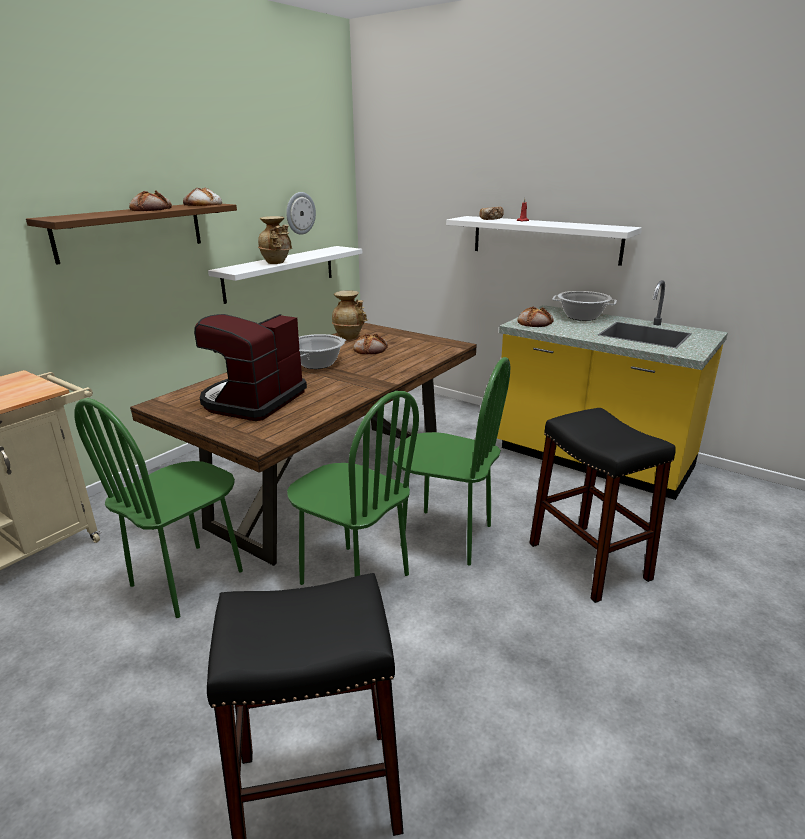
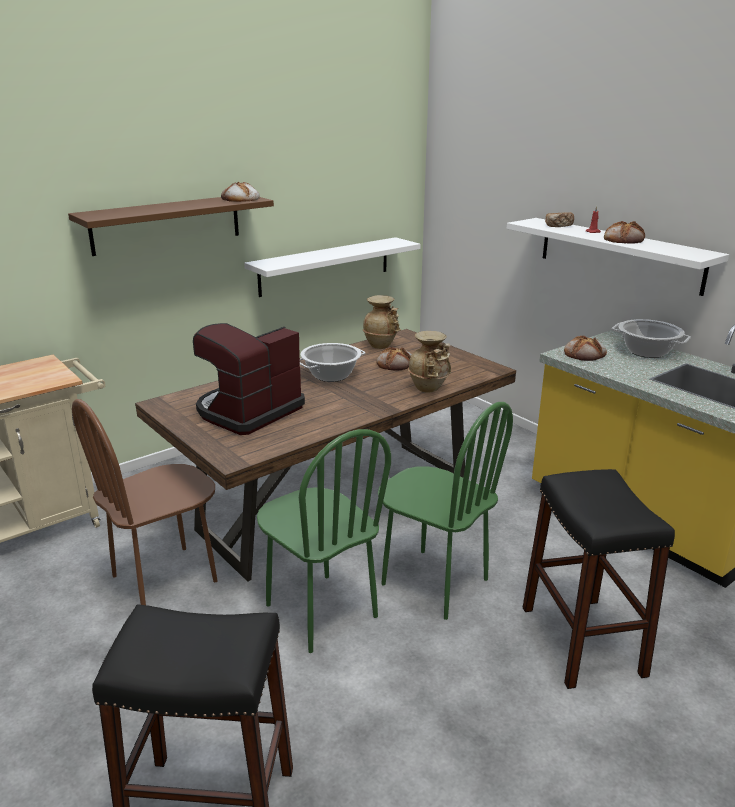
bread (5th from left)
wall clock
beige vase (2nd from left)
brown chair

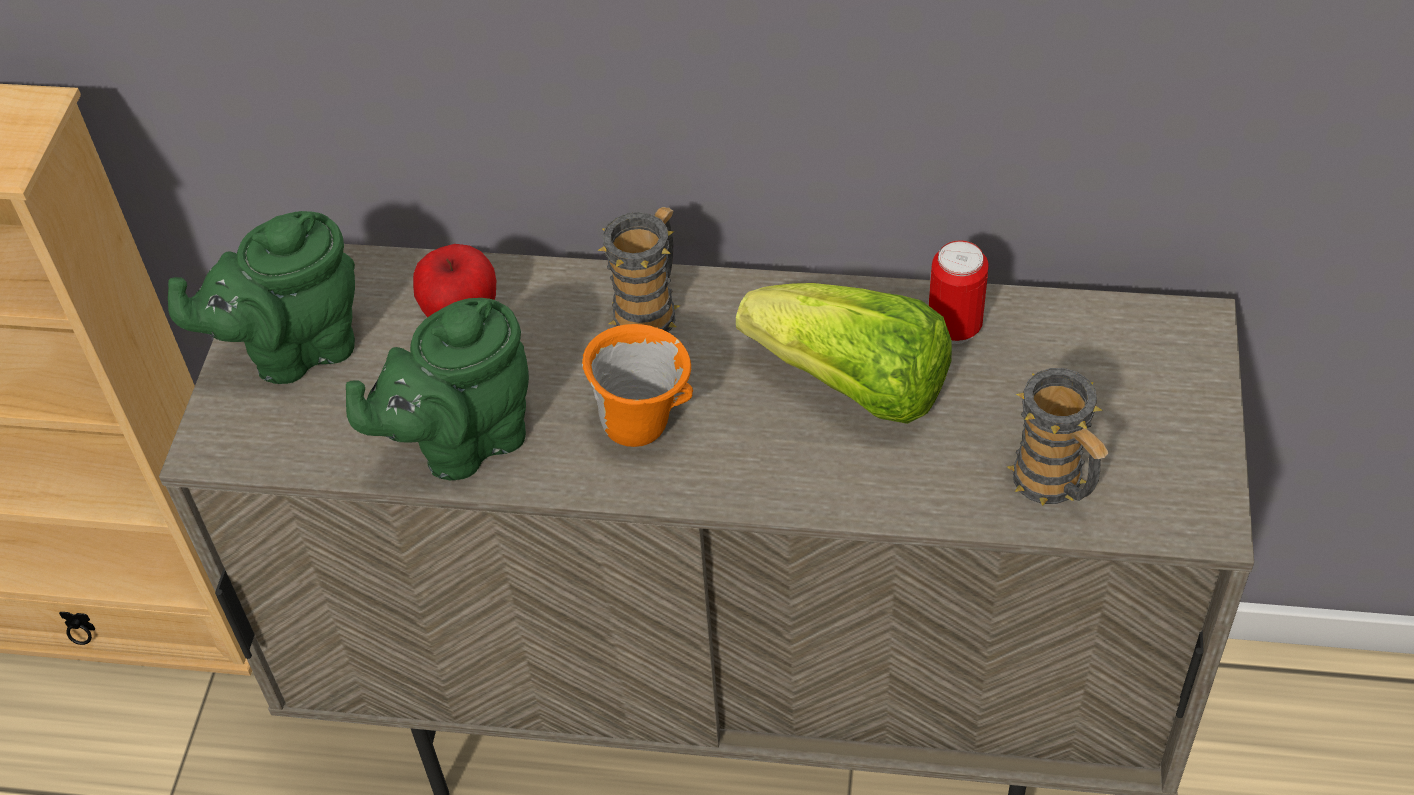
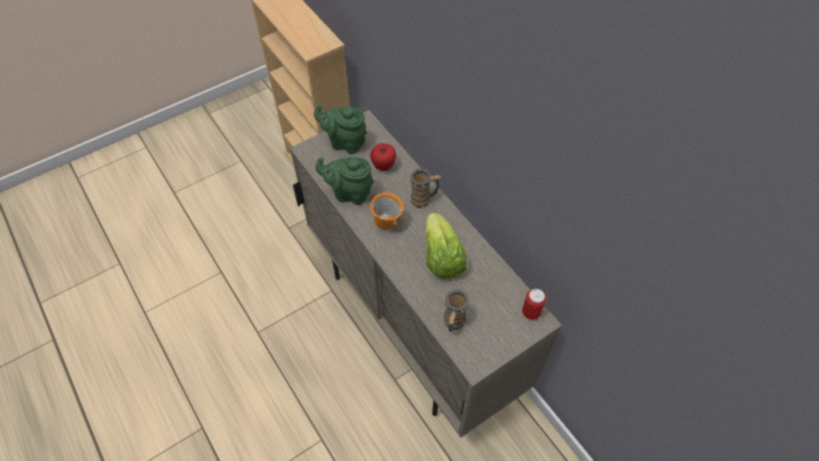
can

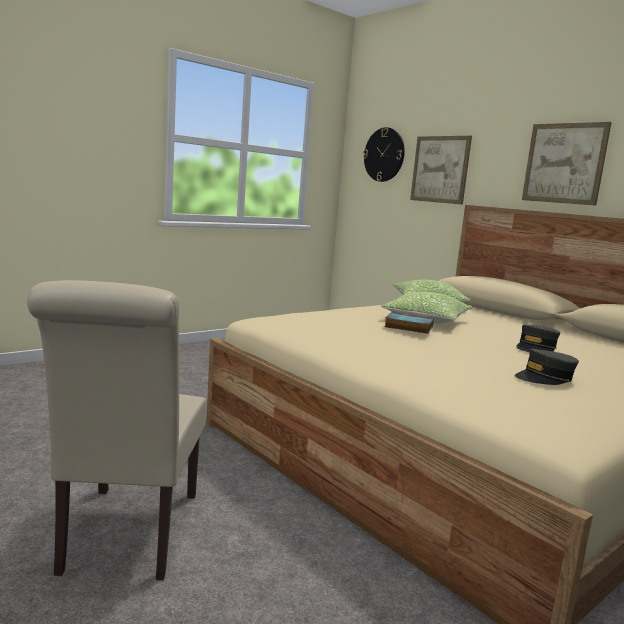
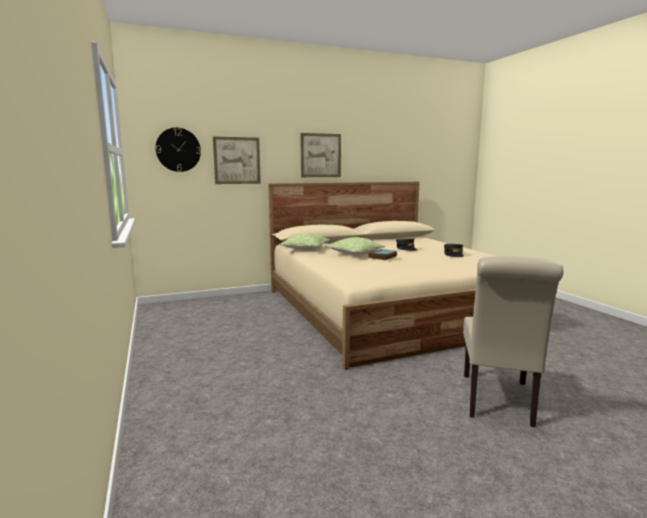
beige chair

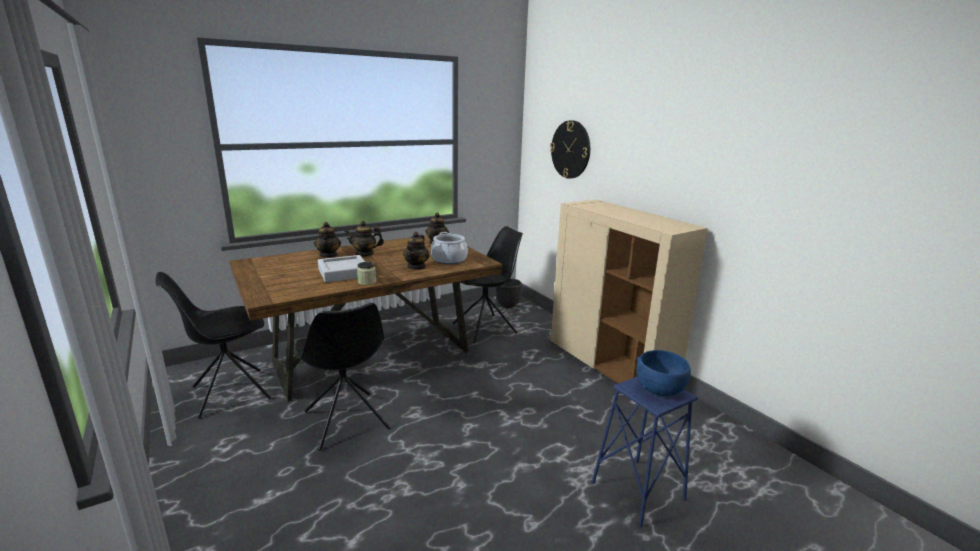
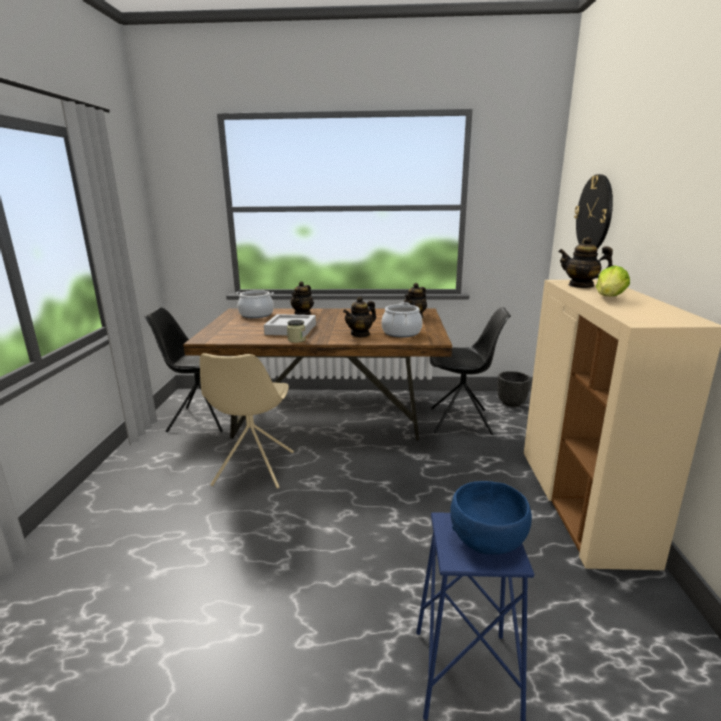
teapot (4th from left)
beige chair
lettuce
cooking pot (1st from left)

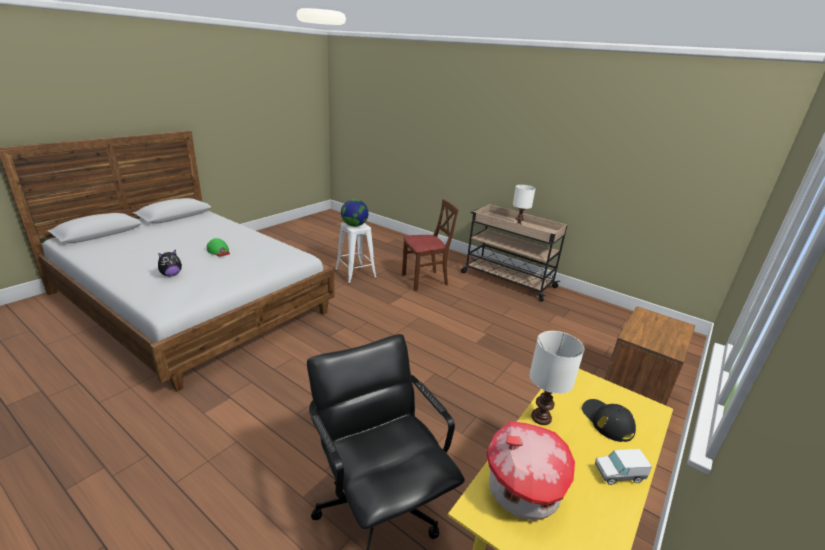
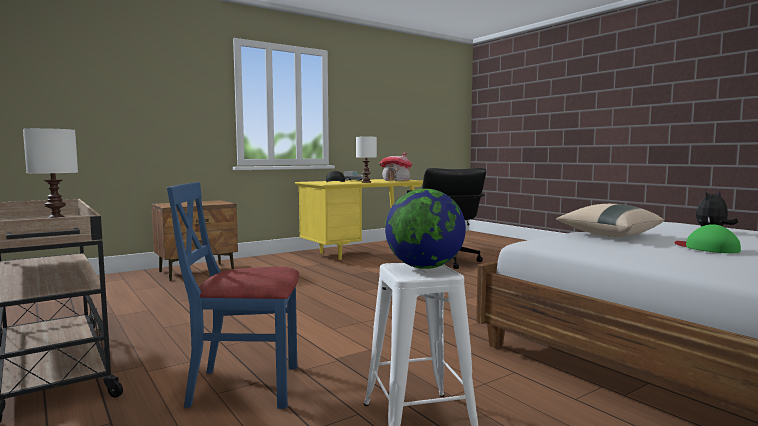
blue chair
beige pillow

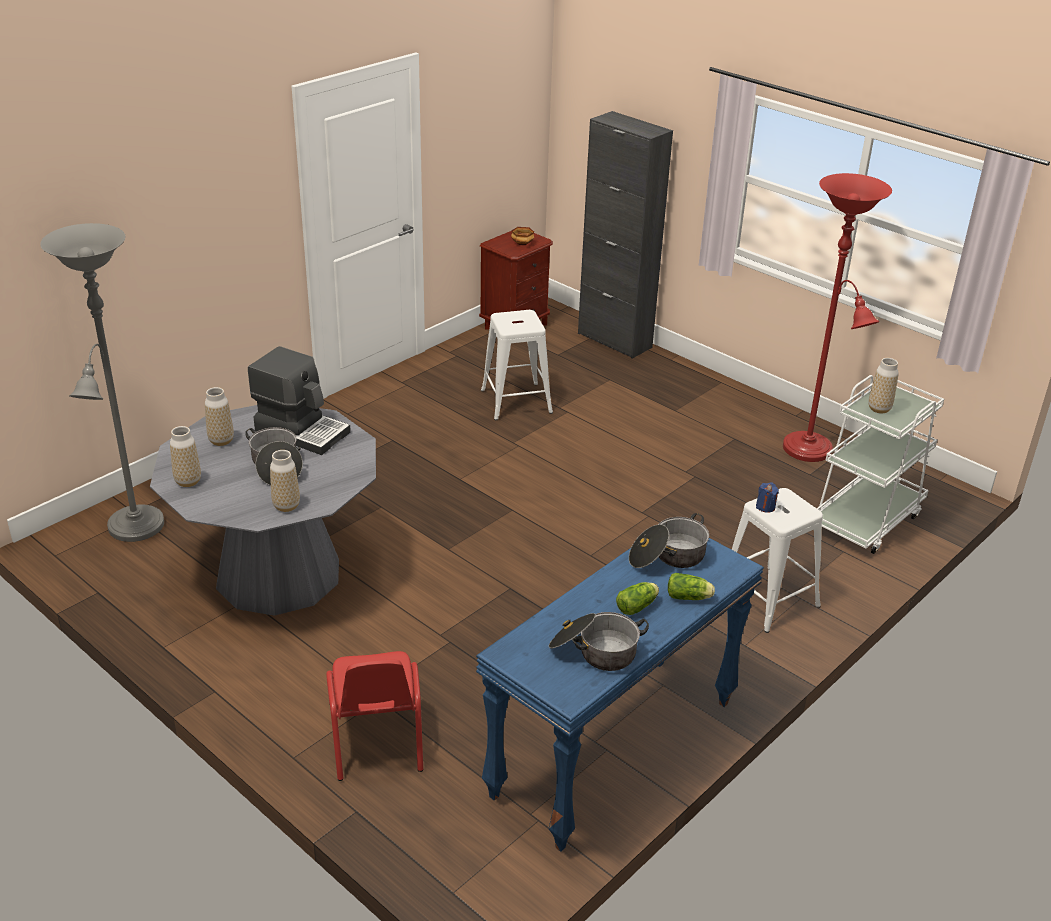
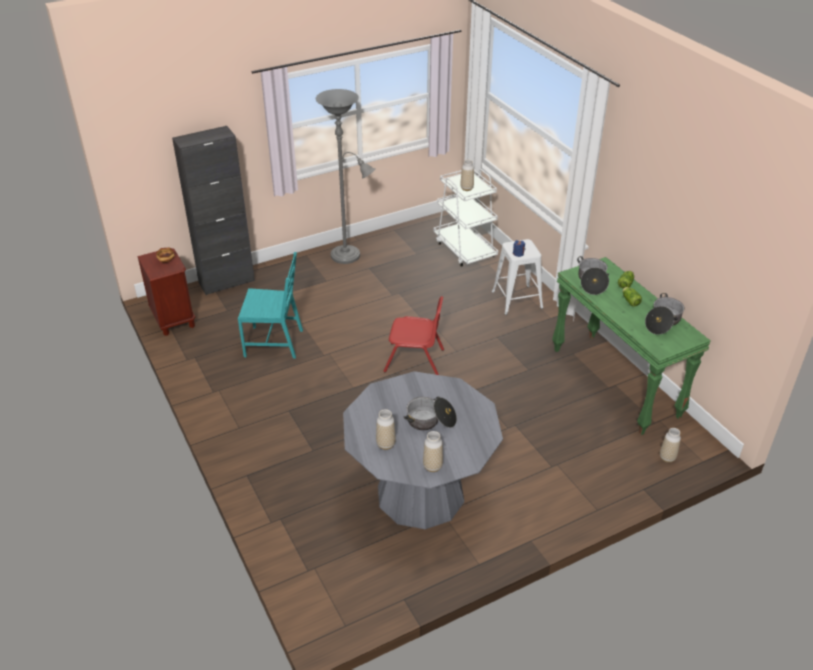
red floor lamp
grey floor lamp
turquoise chair
coffee machine
vase (4th from left)
green console table
red chair

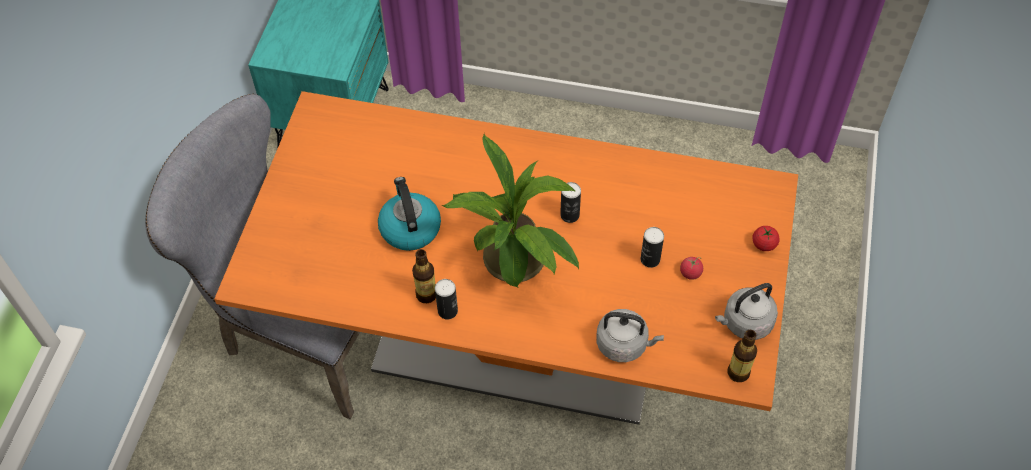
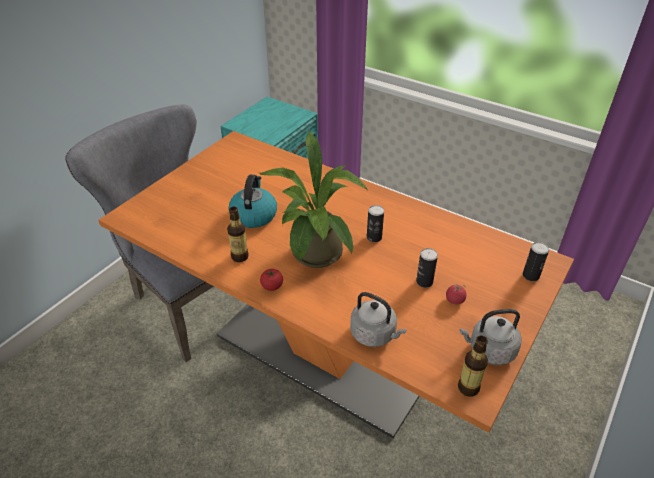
tomato (1st from left)
can (3rd from left)

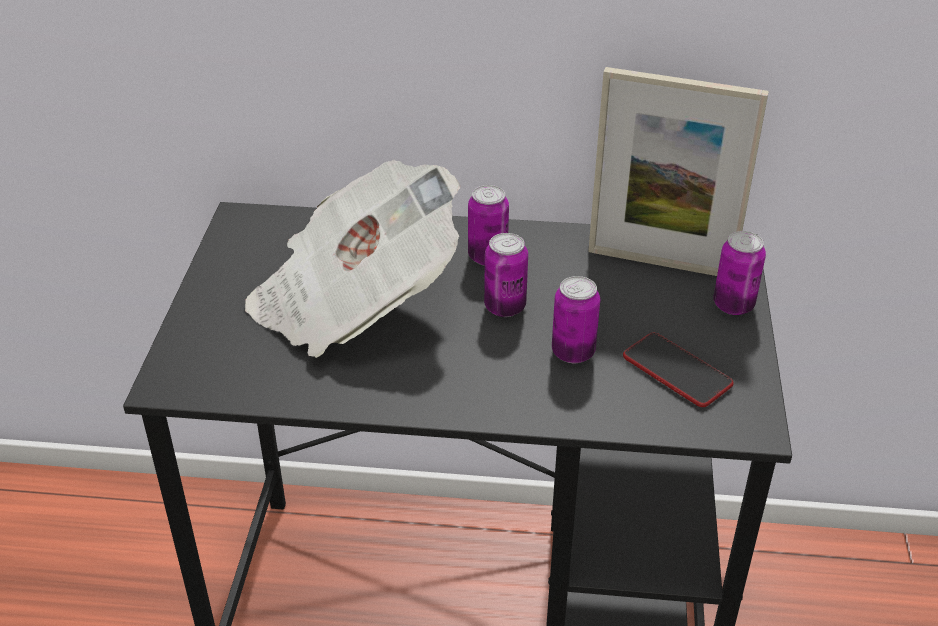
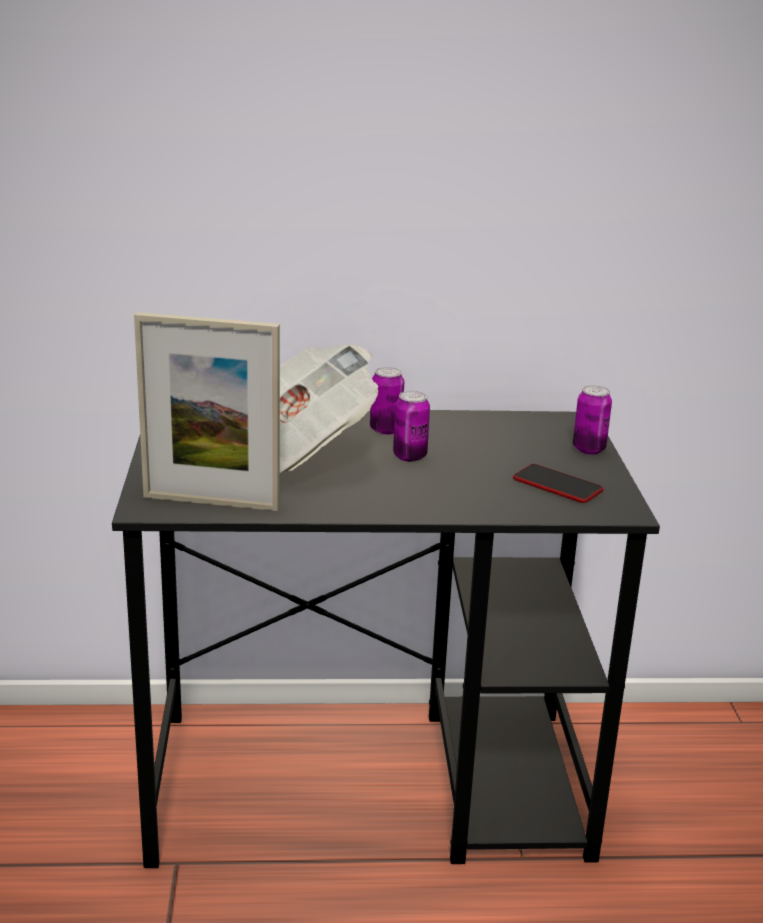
picture frame
can (3rd from left in the first image)

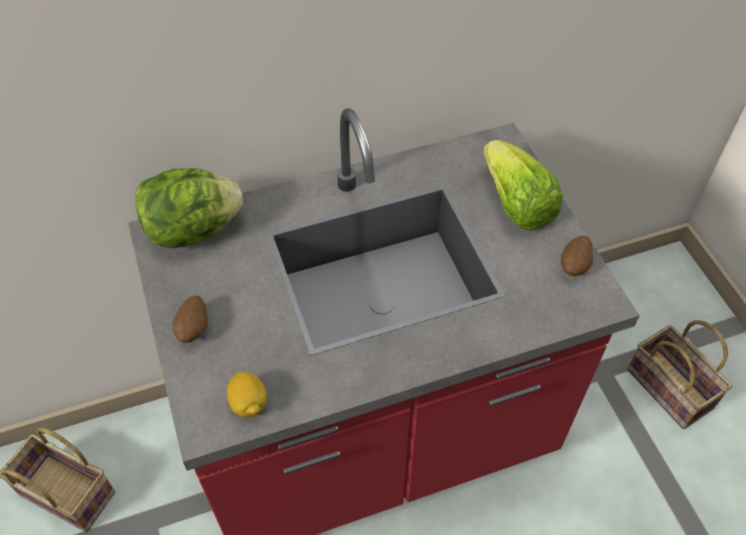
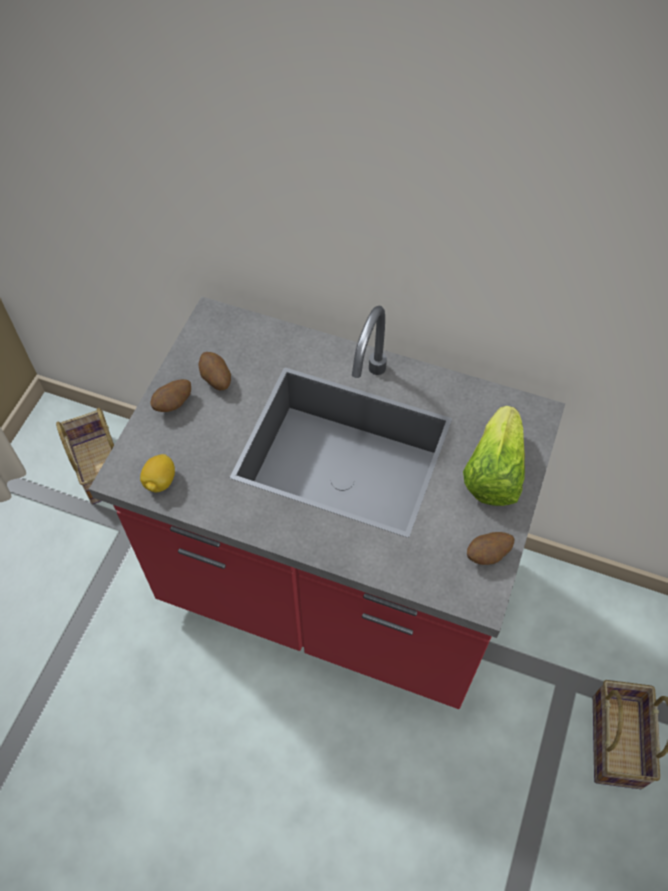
lettuce (1st from left in the first image)
potato (2nd from left)

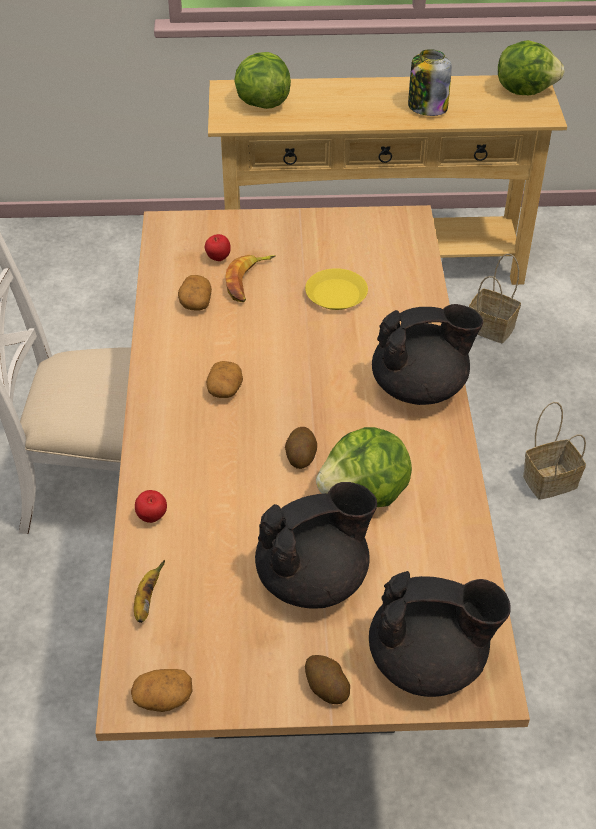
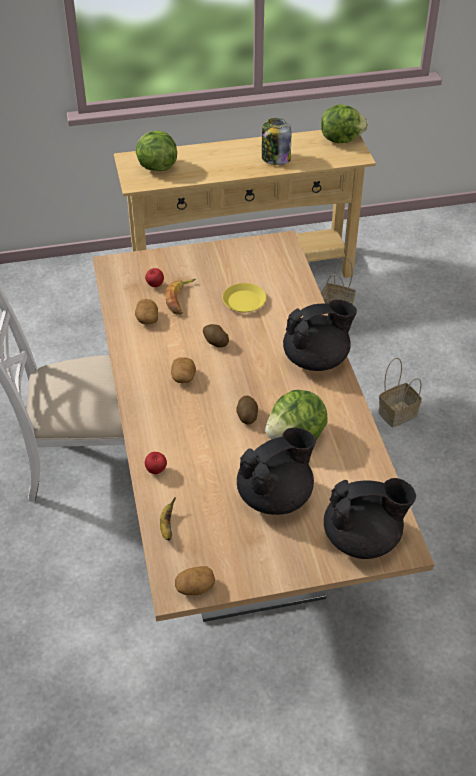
potato (4th from left)

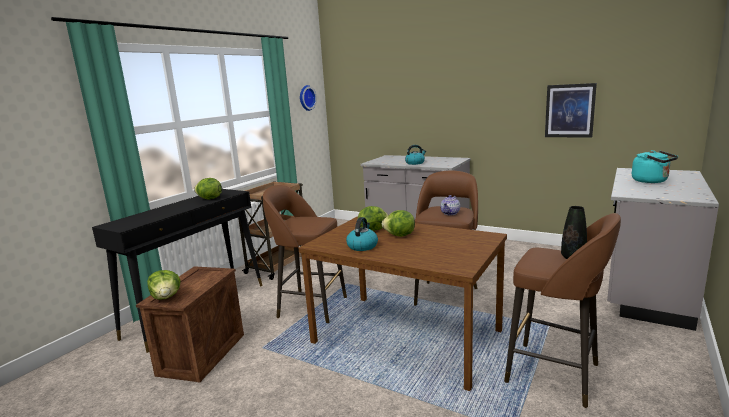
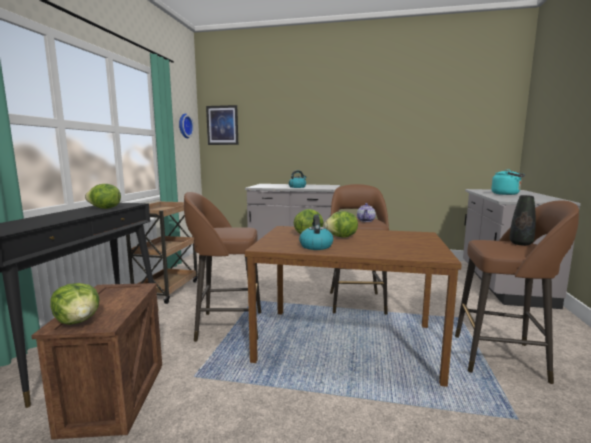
picture

